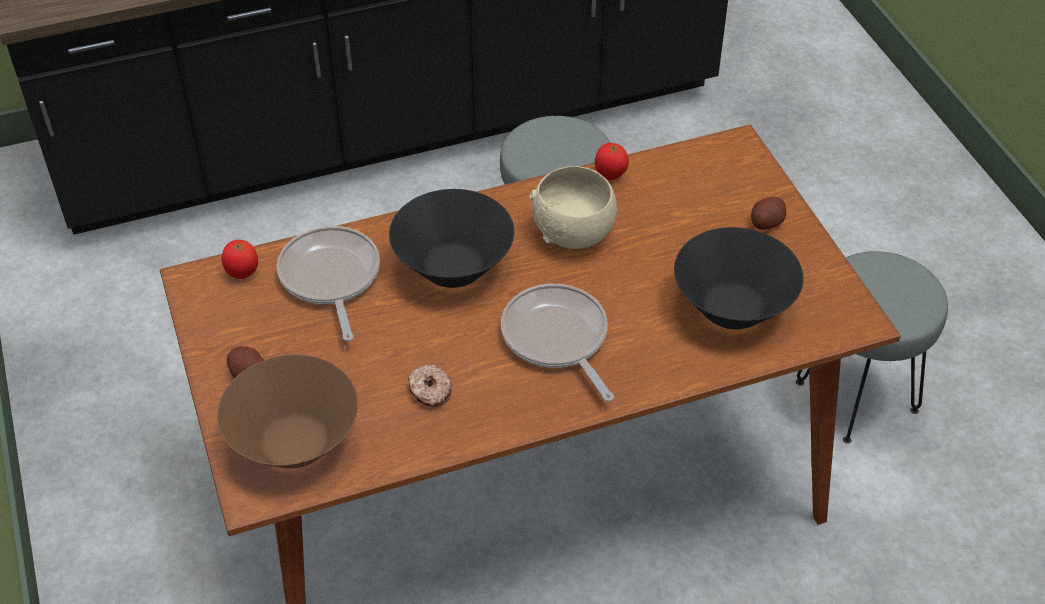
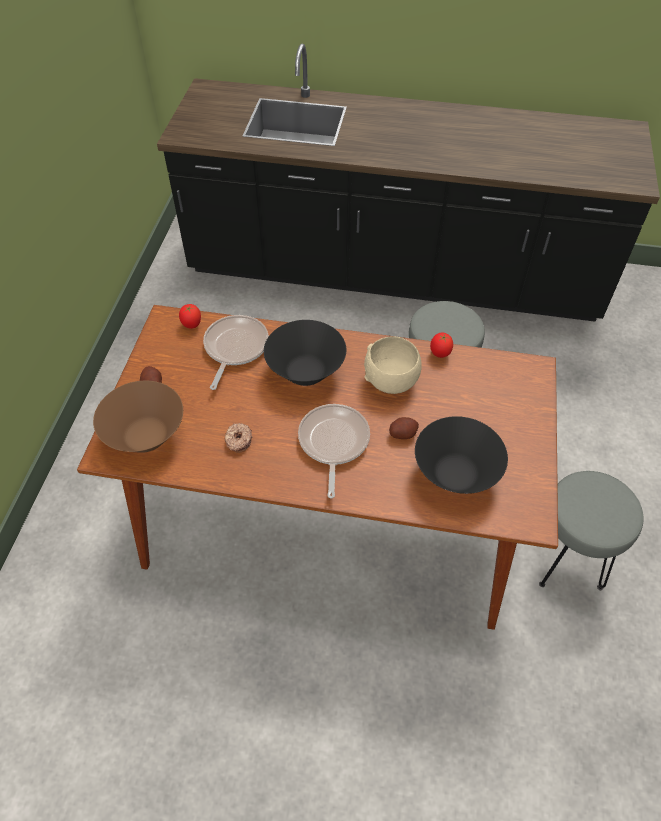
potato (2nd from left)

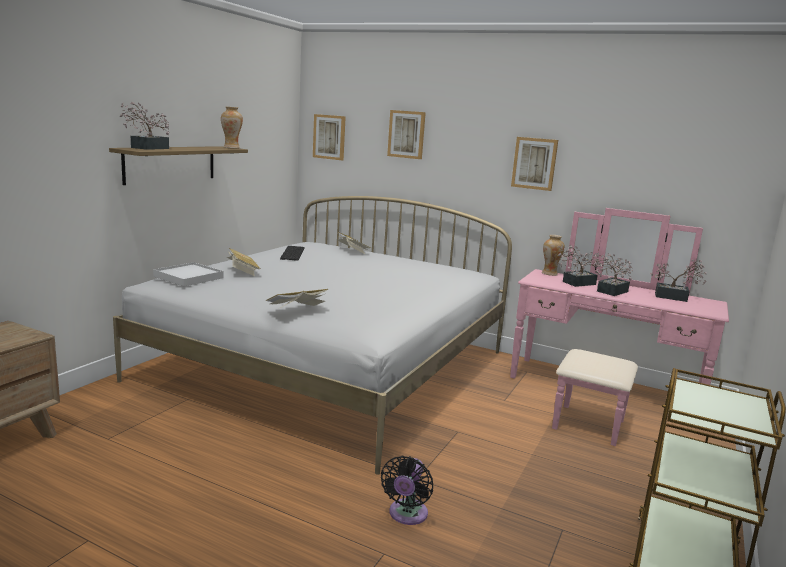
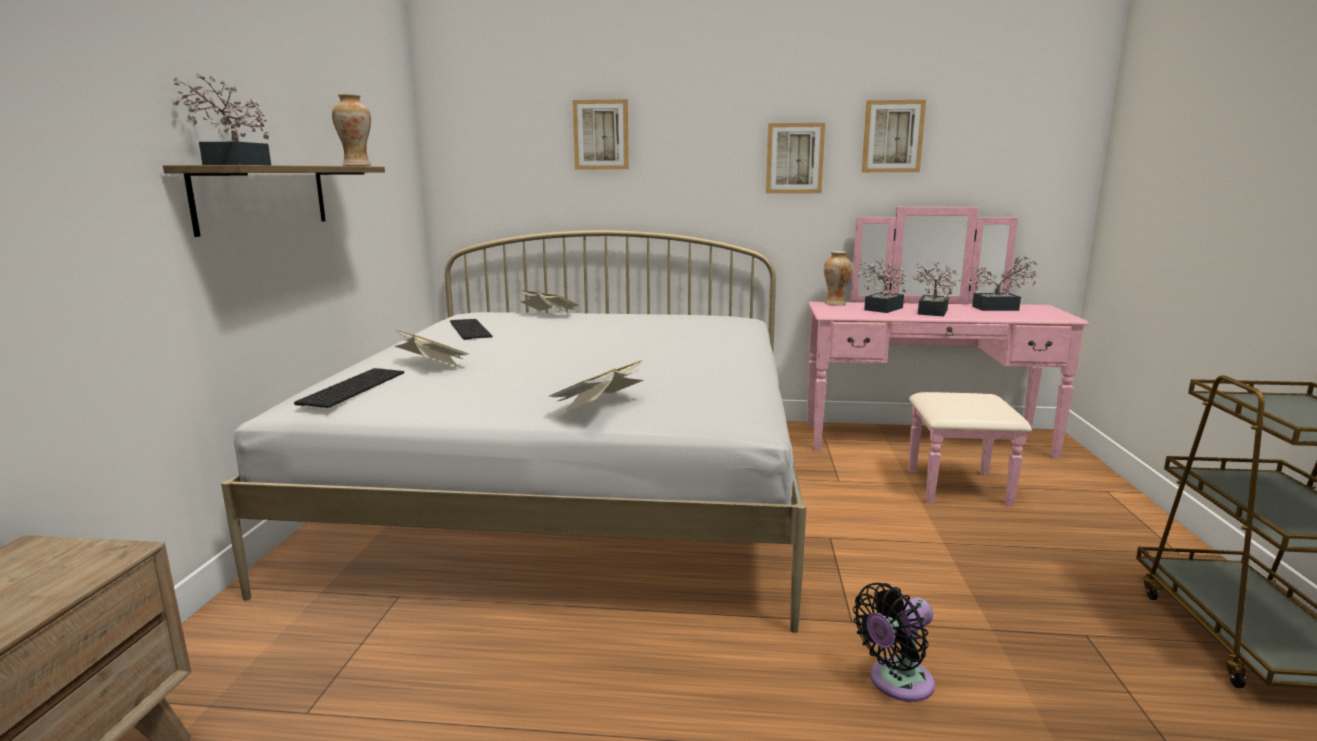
picture (3rd from left)
keyboard (1st from left)
black fan

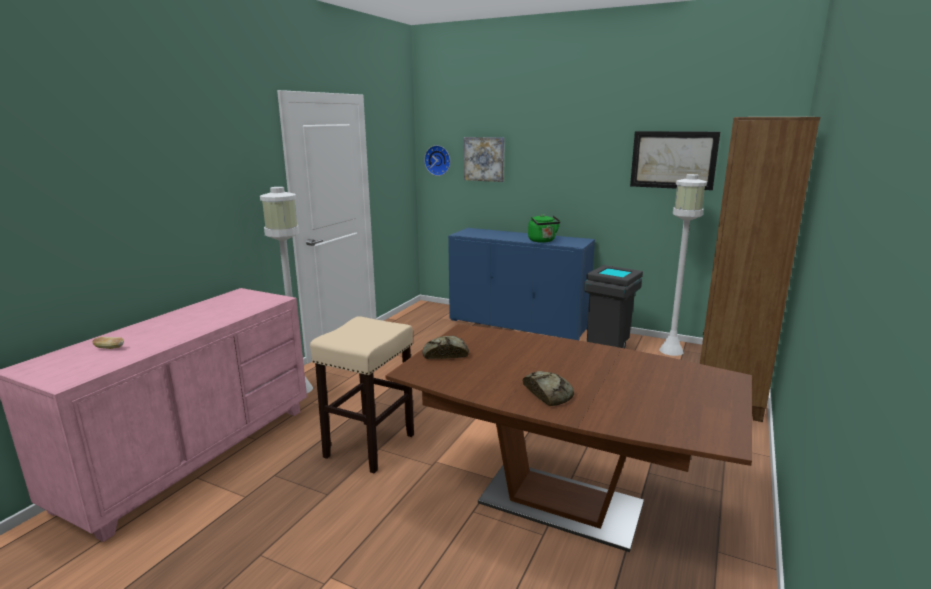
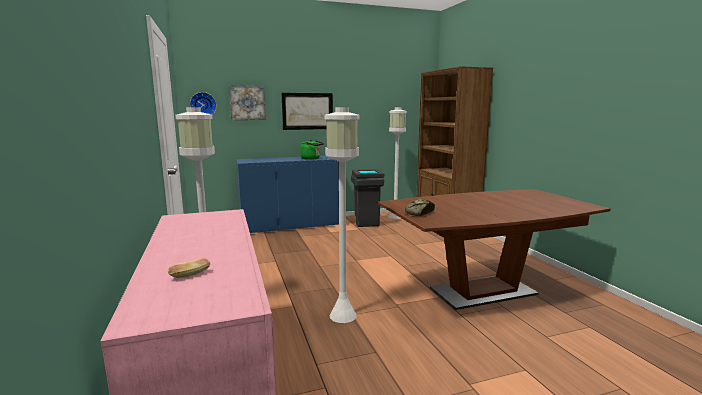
picture (2nd from left)
white floor lamp (2nd from left)
bread (3rd from left in the first image)

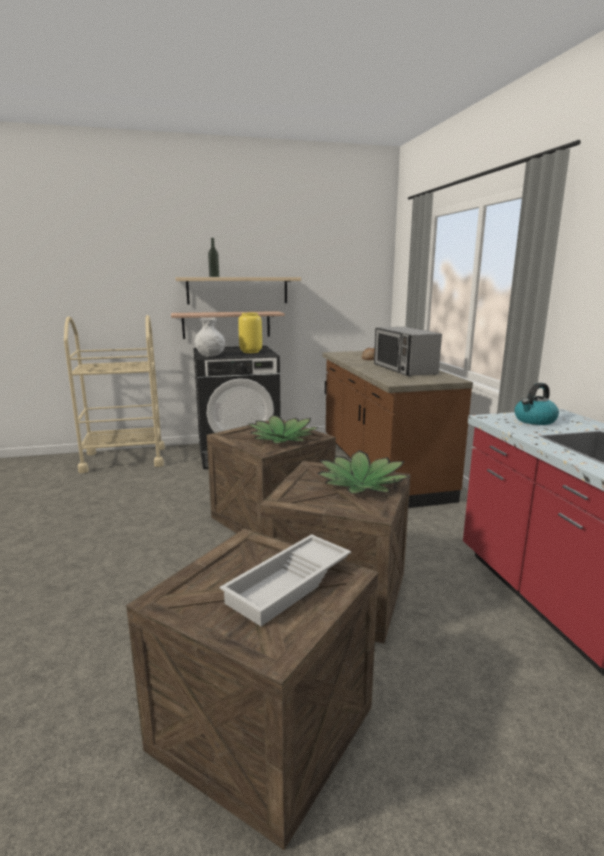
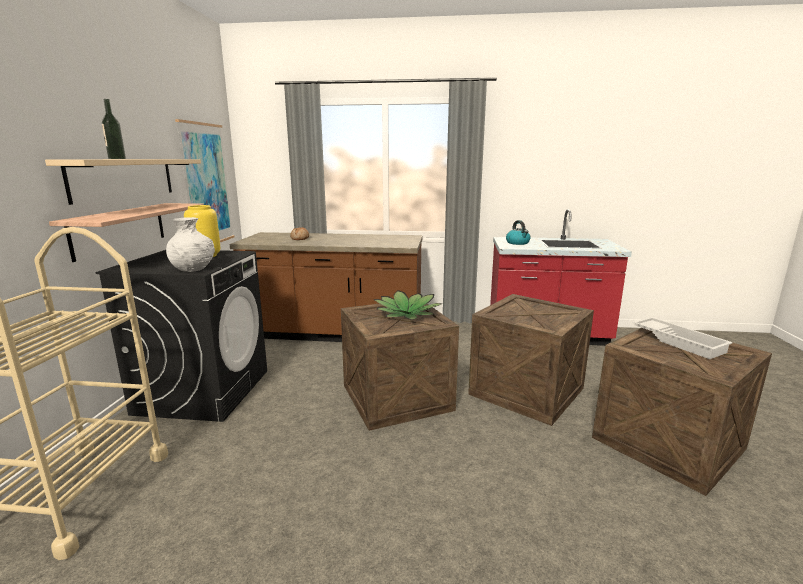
microwave
potted plant (2nd from left in the first image)
picture

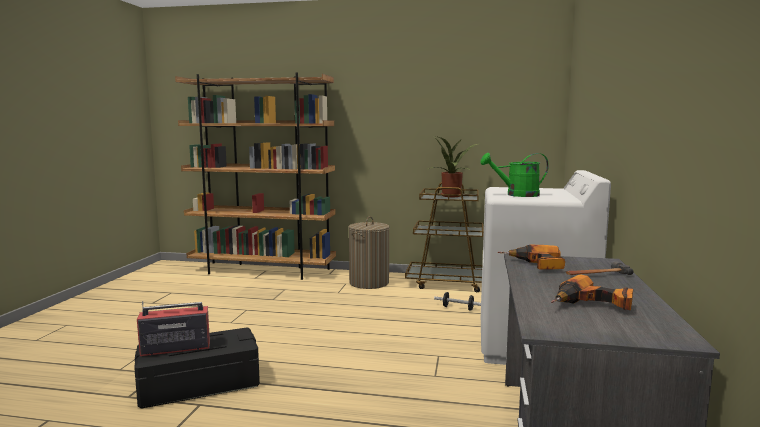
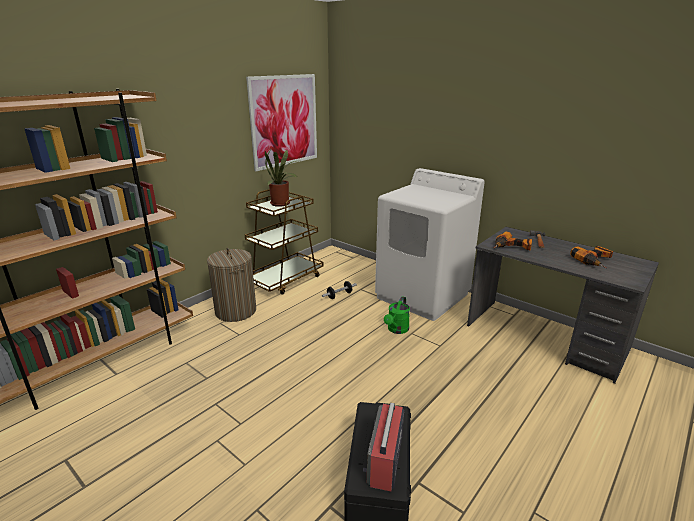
green watering can
picture

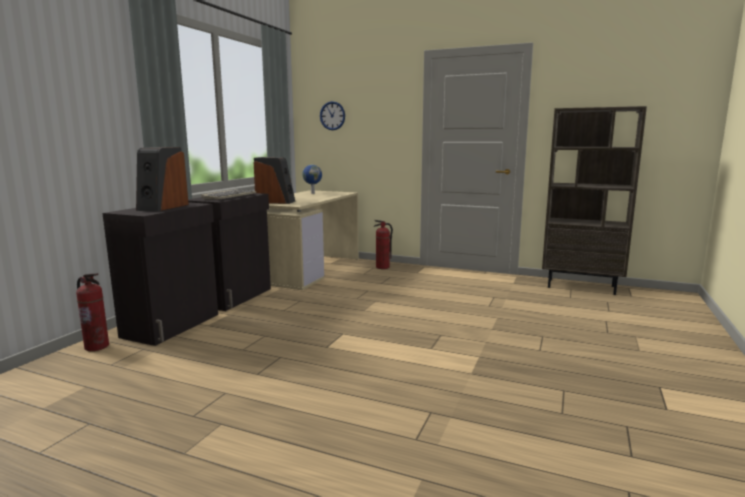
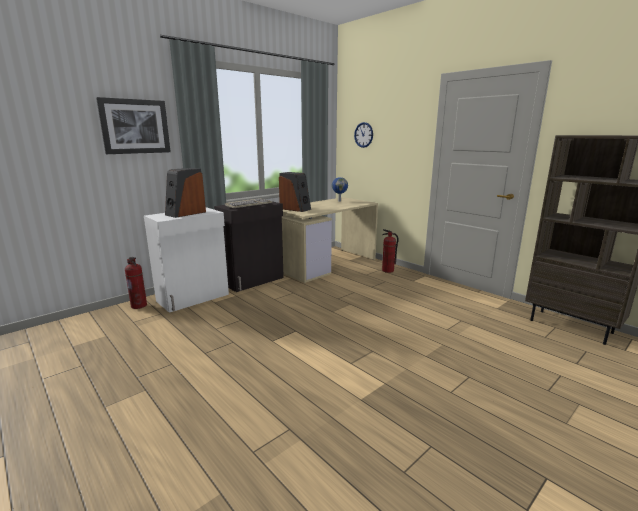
white cabinet
picture

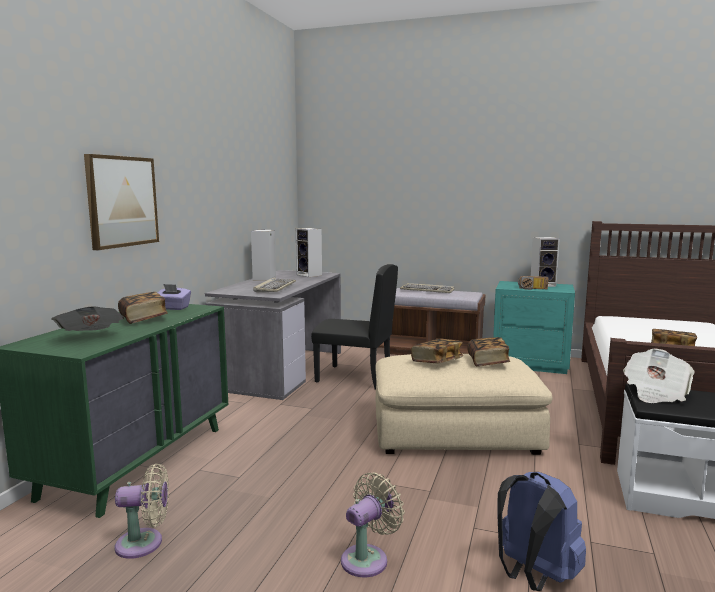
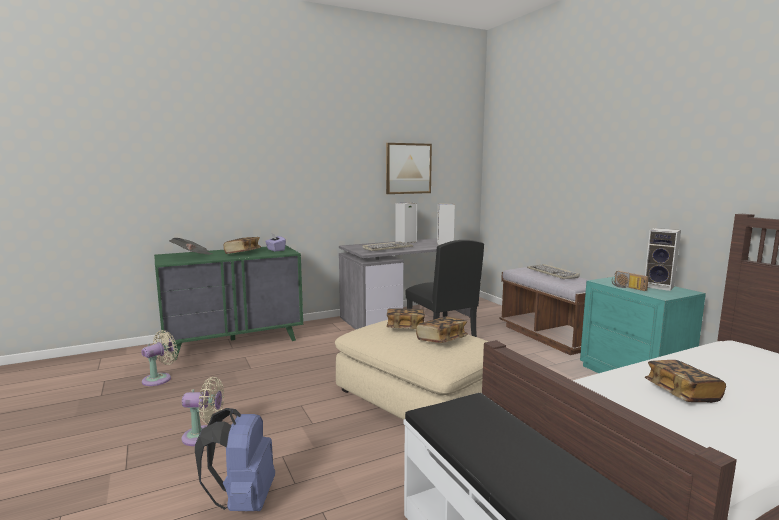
picture
newspaper (2nd from left in the first image)
beige fan (1st from left)

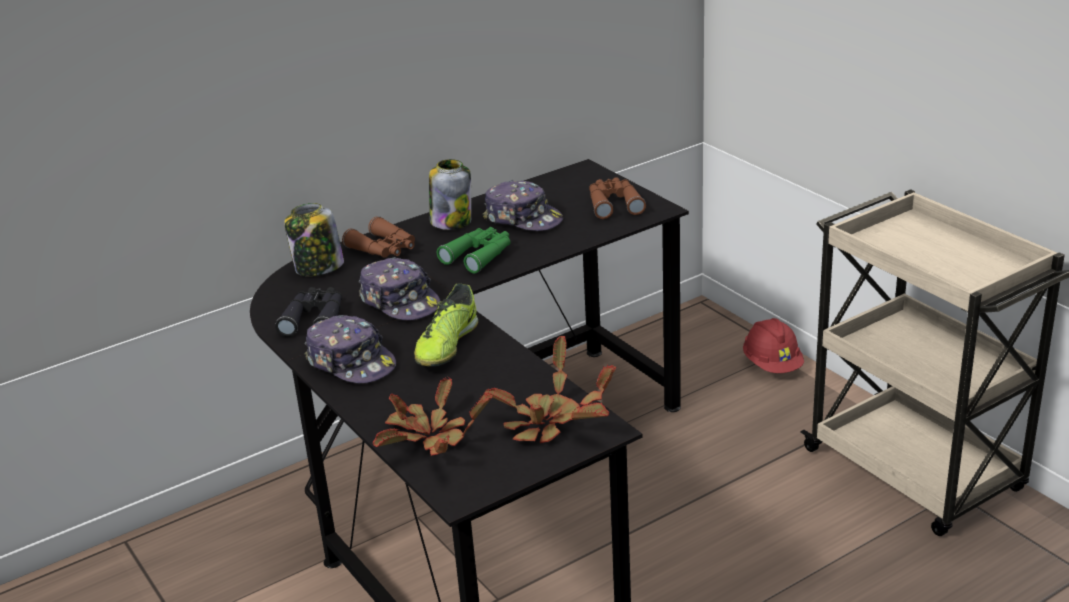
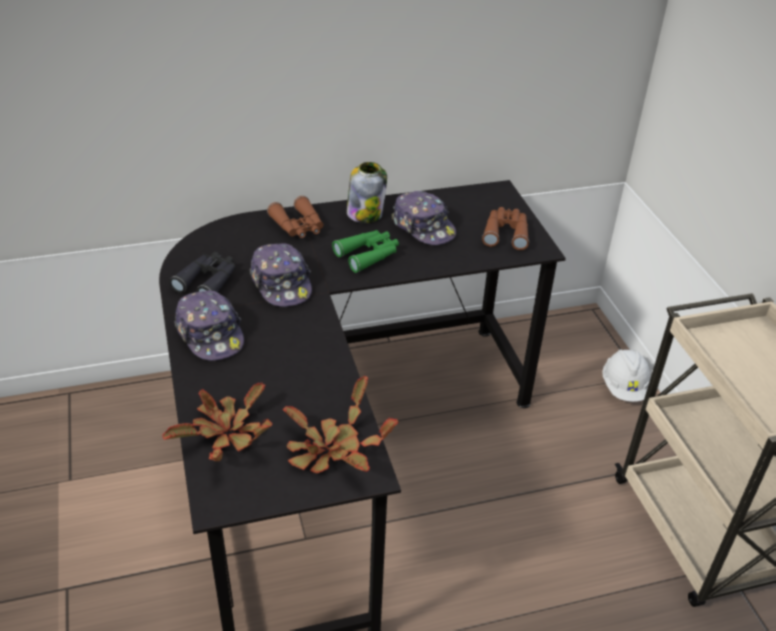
jar (1st from left in the first image)
shoe
white hard hat

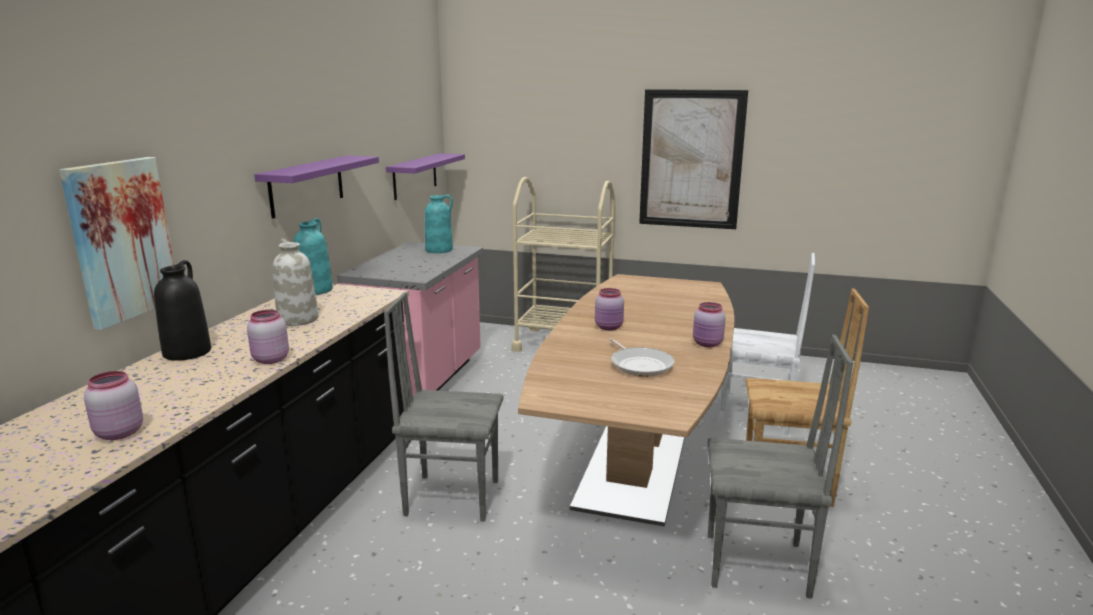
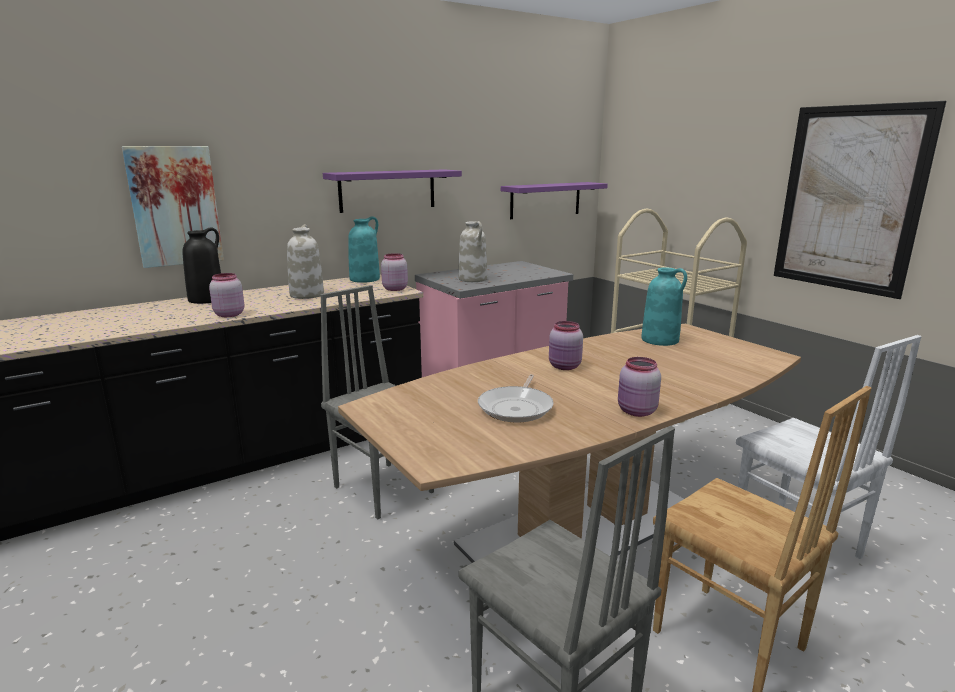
turquoise vase (2nd from left)
pink jar (2nd from left)
white vase (2nd from left)

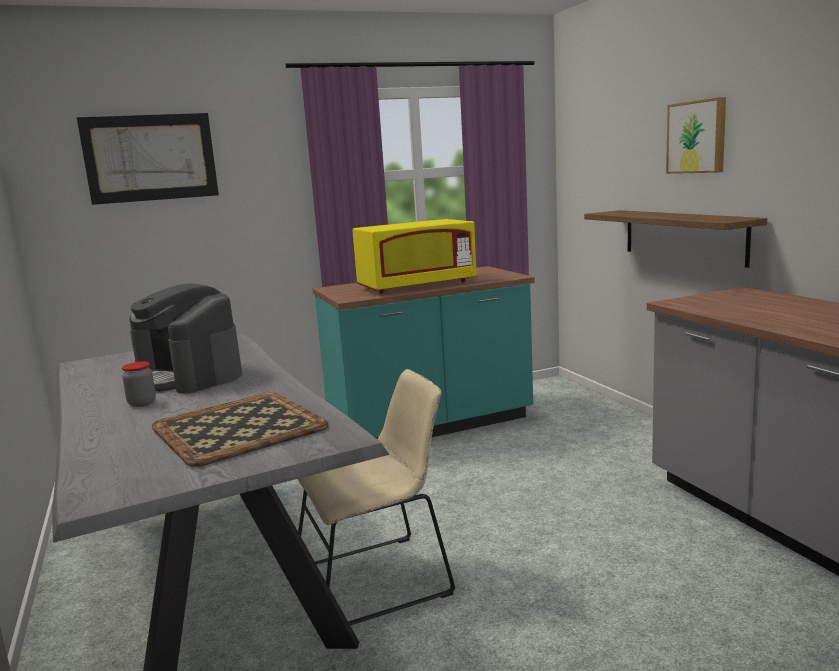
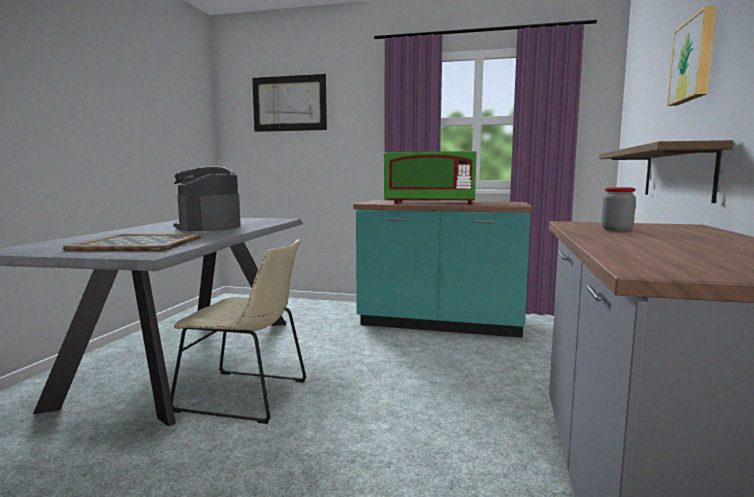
green microwave
jar

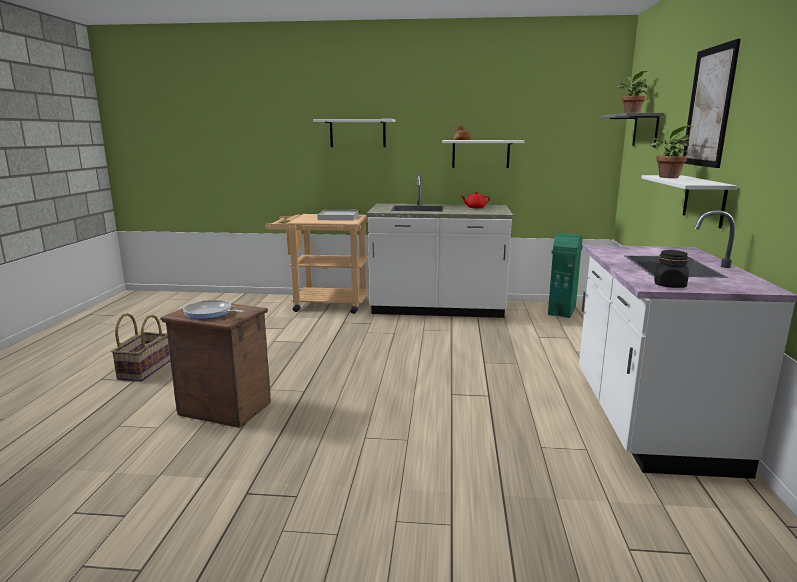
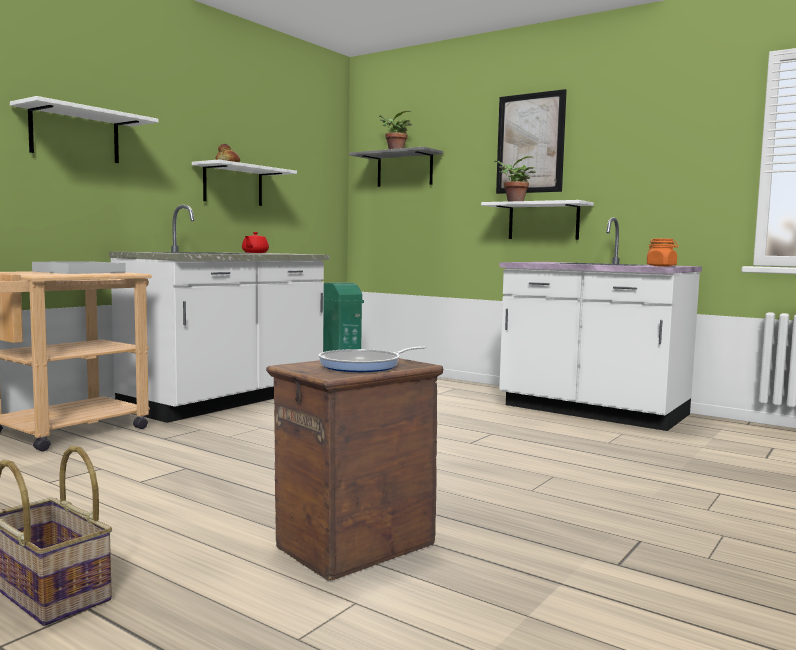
orange jar

